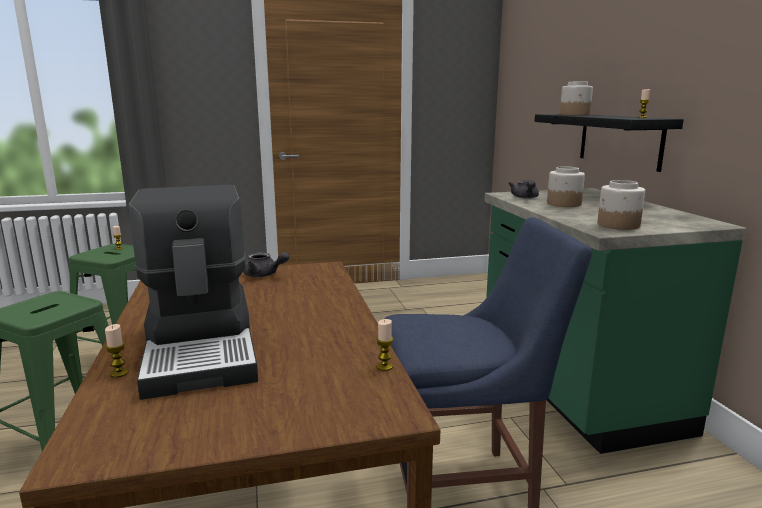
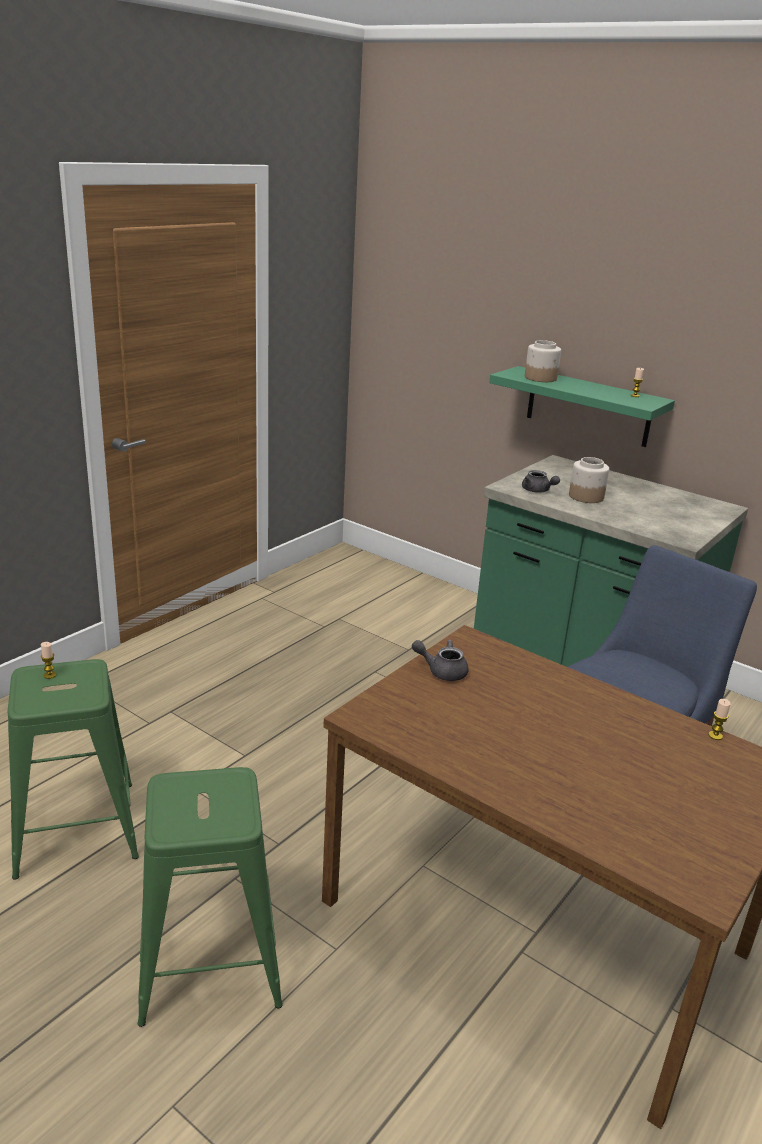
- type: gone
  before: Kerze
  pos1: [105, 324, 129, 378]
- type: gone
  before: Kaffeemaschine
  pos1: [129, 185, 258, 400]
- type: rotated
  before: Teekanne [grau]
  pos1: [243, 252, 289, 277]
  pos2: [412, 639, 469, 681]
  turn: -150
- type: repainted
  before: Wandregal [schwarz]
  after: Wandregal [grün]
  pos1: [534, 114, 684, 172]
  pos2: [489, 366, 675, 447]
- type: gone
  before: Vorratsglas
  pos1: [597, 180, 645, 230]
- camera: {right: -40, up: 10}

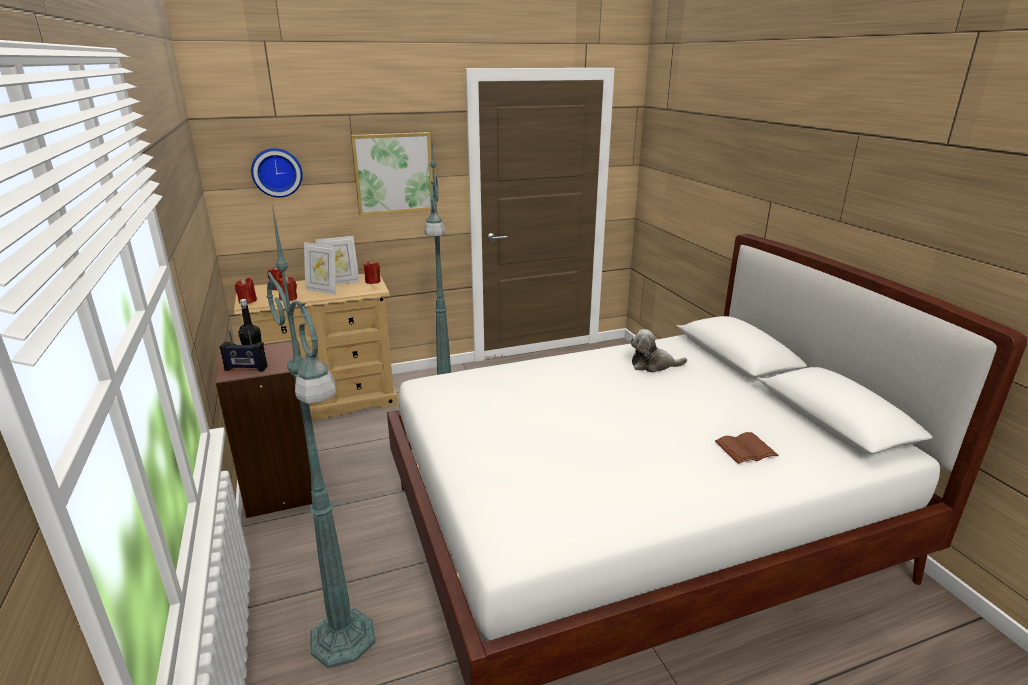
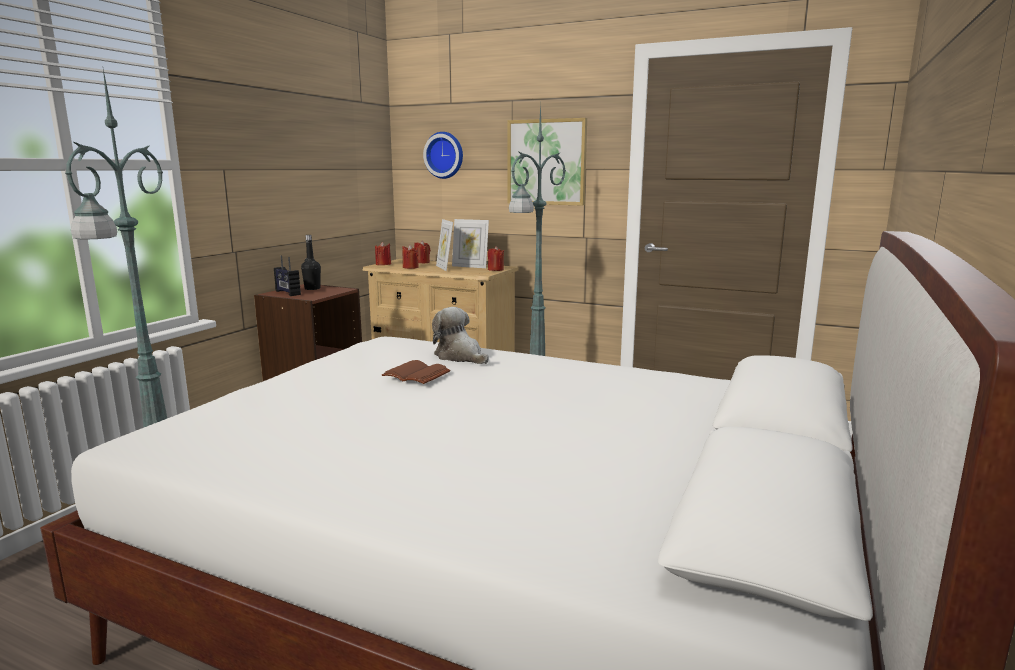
- type: shifted
  before: Plüschtier
  pos1: [630, 329, 687, 373]
  pos2: [432, 307, 489, 364]
- type: shifted
  before: Buch [braun]
  pos1: [715, 432, 779, 464]
  pos2: [382, 360, 451, 384]
- camera: {right: 45, up: -10}

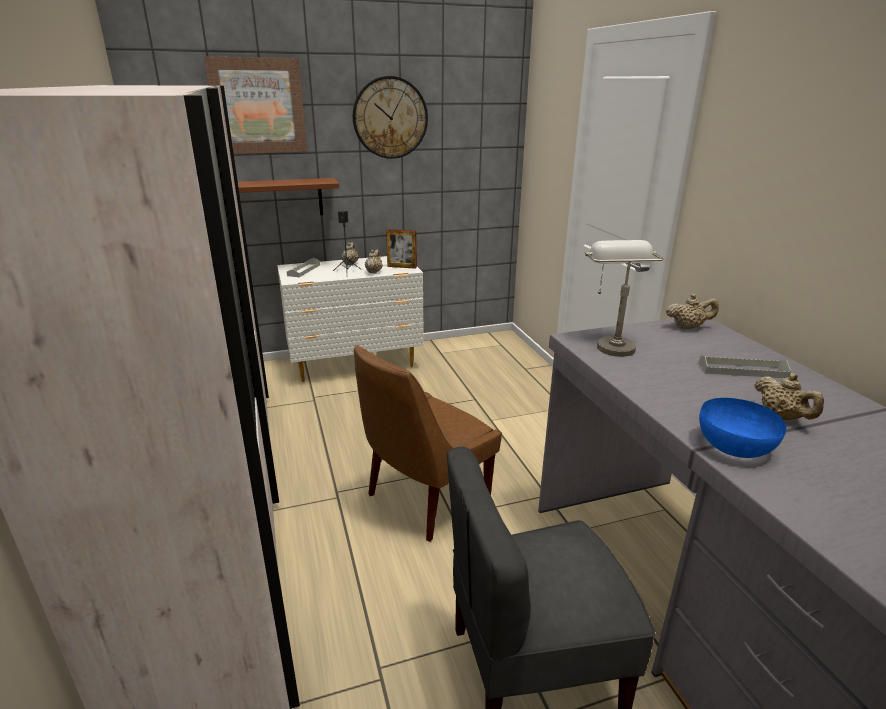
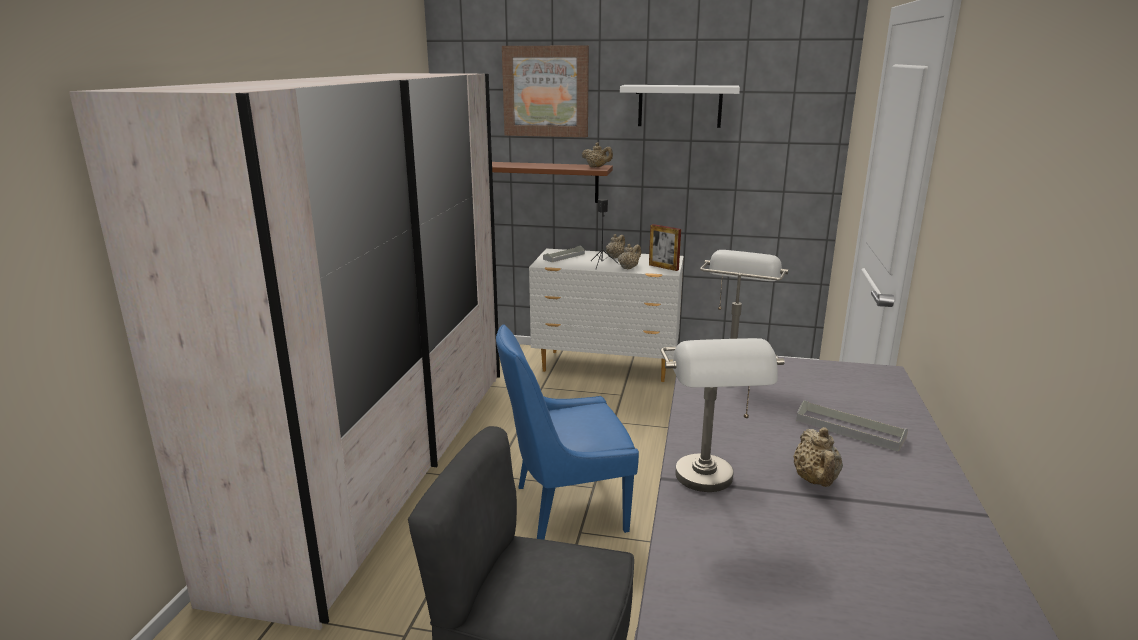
- type: swapped
  before: Wanduhr
  after: Wandregal [weiß]
  pos1: [353, 76, 428, 159]
  pos2: [620, 85, 740, 128]
- type: repainted
  before: Stuhl [braun]
  after: Stuhl [blau]
  pos1: [354, 345, 502, 542]
  pos2: [496, 324, 639, 540]
- type: shifted
  before: Teekanne [beige]
  pos1: [666, 294, 719, 329]
  pos2: [581, 143, 613, 167]
- type: swapped
  before: Schüssel [blau]
  after: Tischlampe [grau]
  pos1: [699, 398, 786, 458]
  pos2: [661, 338, 785, 492]
- camera: {right: 30, up: -5}

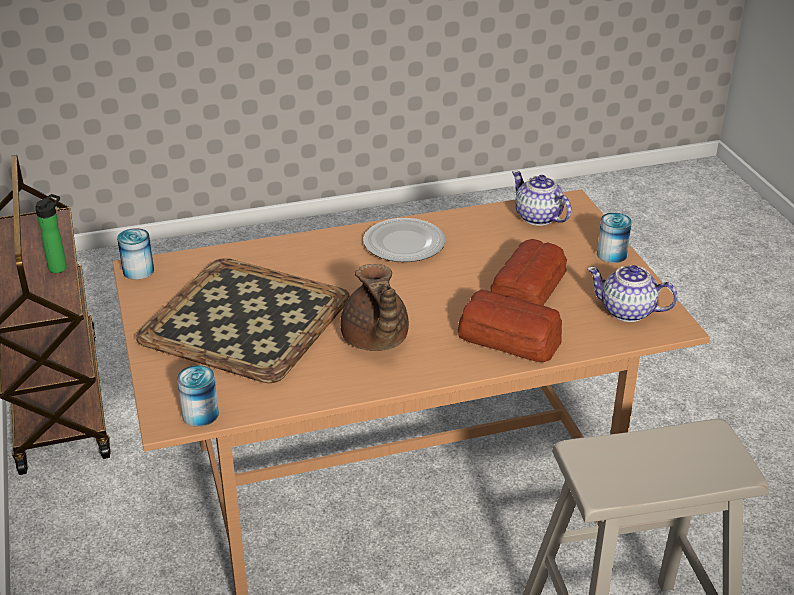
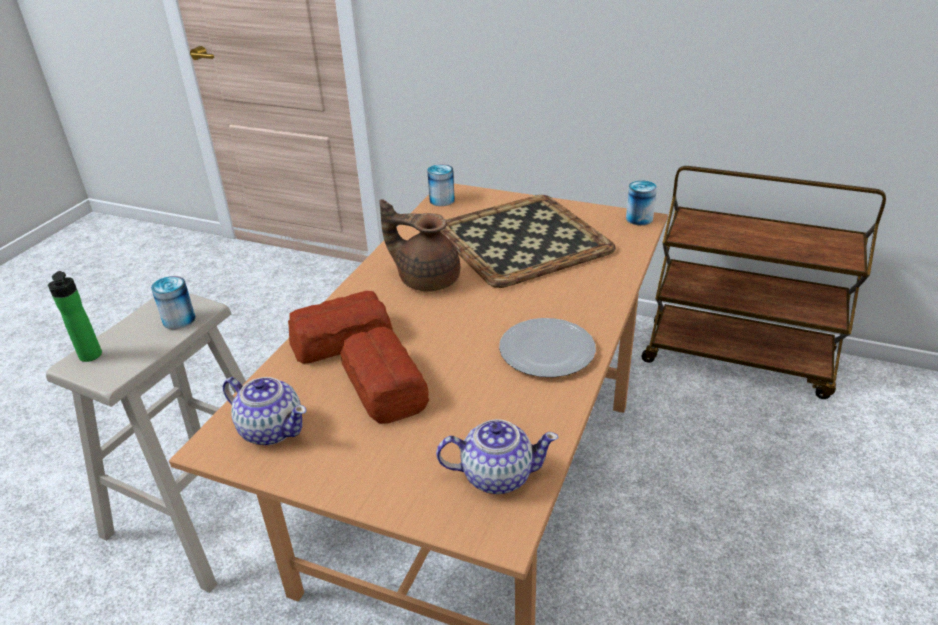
- type: shifted
  before: Flasche
  pos1: [35, 194, 67, 273]
  pos2: [48, 271, 102, 362]
- type: rotated
  before: Teekanne
  pos1: [587, 265, 678, 322]
  pos2: [223, 377, 307, 445]
  turn: 60
- type: shifted
  before: Dose
  pos1: [597, 213, 632, 263]
  pos2: [151, 276, 196, 329]
- camera: {right: 130, up: 0}

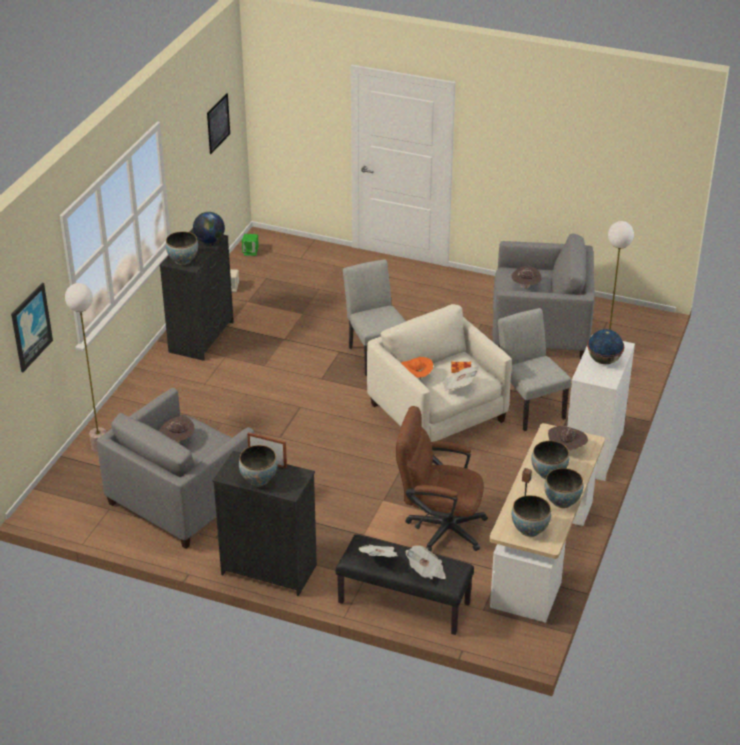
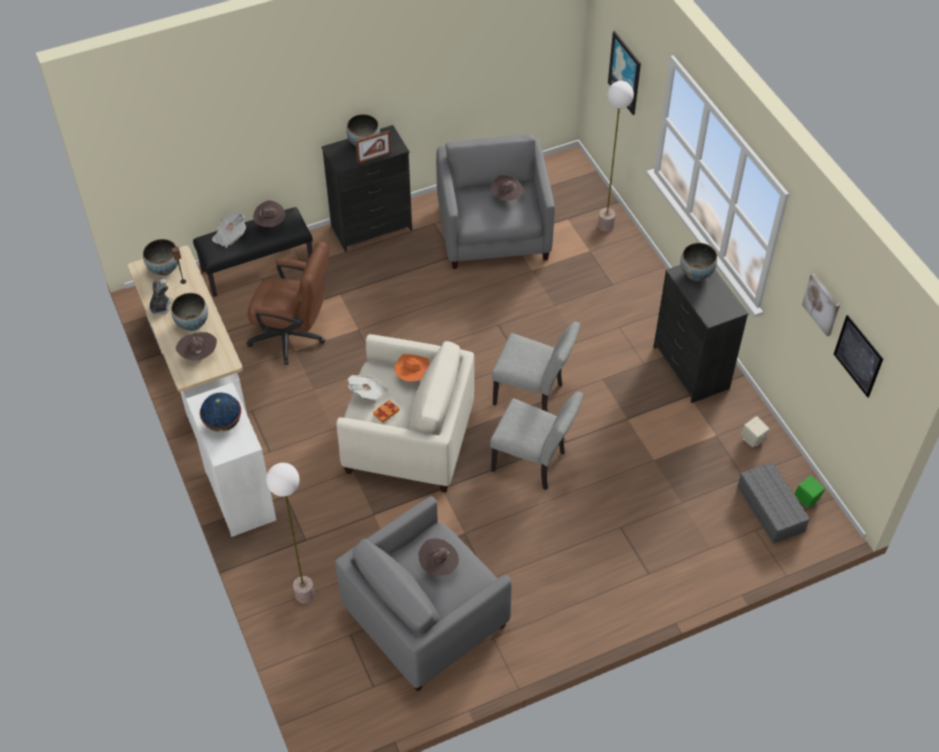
- type: gone
  before: Globus
  pos1: [193, 212, 225, 243]
- type: swapped
  before: Zeitung
  after: Hut [braun]
  pos1: [359, 545, 398, 557]
  pos2: [253, 200, 285, 227]
- type: rotated
  before: Bürostuhl [braun]
  pos1: [396, 406, 488, 552]
  pos2: [246, 241, 329, 365]
  turn: 45
- type: shifted
  before: Stuhl [grau]
  pos1: [498, 308, 571, 431]
  pos2: [492, 321, 580, 412]
- type: swapped
  before: Schüssel
  after: Plüschtier
  pos1: [544, 468, 583, 508]
  pos2: [149, 279, 173, 315]
- type: new
  after: Aufbewahrungsbox [grau]
  pos2: [737, 462, 810, 544]
- type: new
  after: Bild
  pos2: [802, 274, 840, 336]
- camera: {right: 135, up: 15}

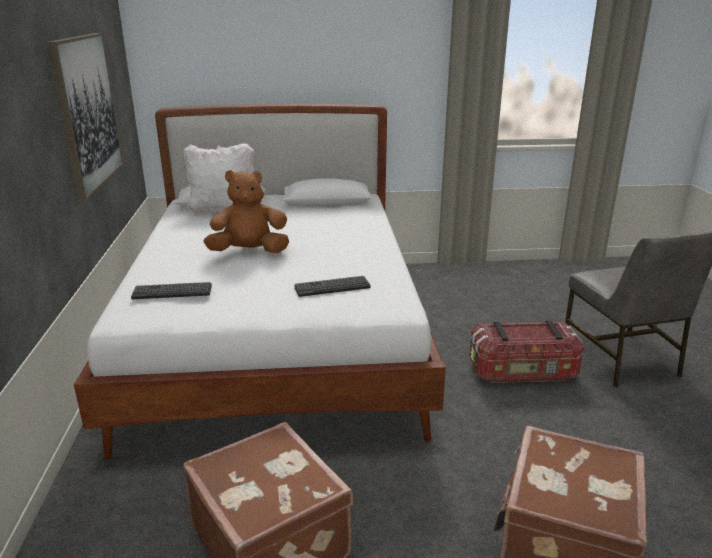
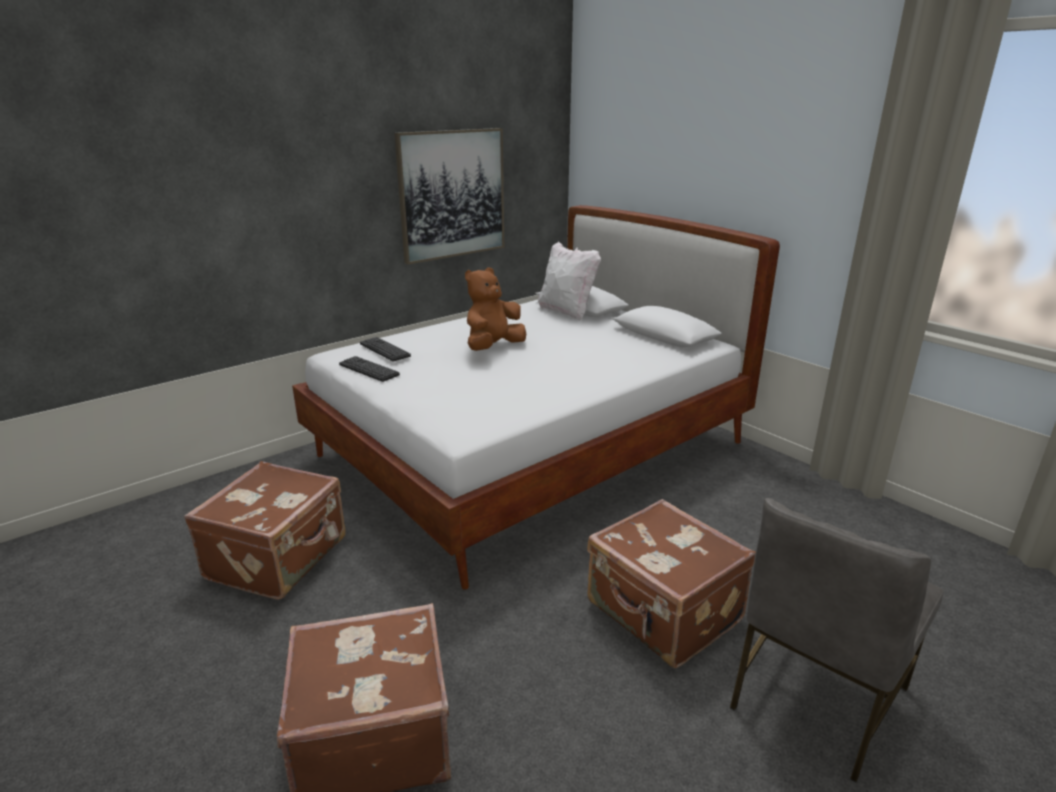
- type: rotated
  before: Plüschtier [braun]
  pos1: [204, 170, 289, 253]
  pos2: [465, 267, 526, 351]
  turn: -90
- type: shifted
  before: Tastatur
  pos1: [294, 276, 371, 297]
  pos2: [339, 356, 400, 382]
- type: swapped
  before: Aufbewahrungsbox
  after: Koffer [braun]
  pos1: [469, 320, 584, 383]
  pos2: [587, 499, 756, 668]
- camera: {right: 55, up: 0}

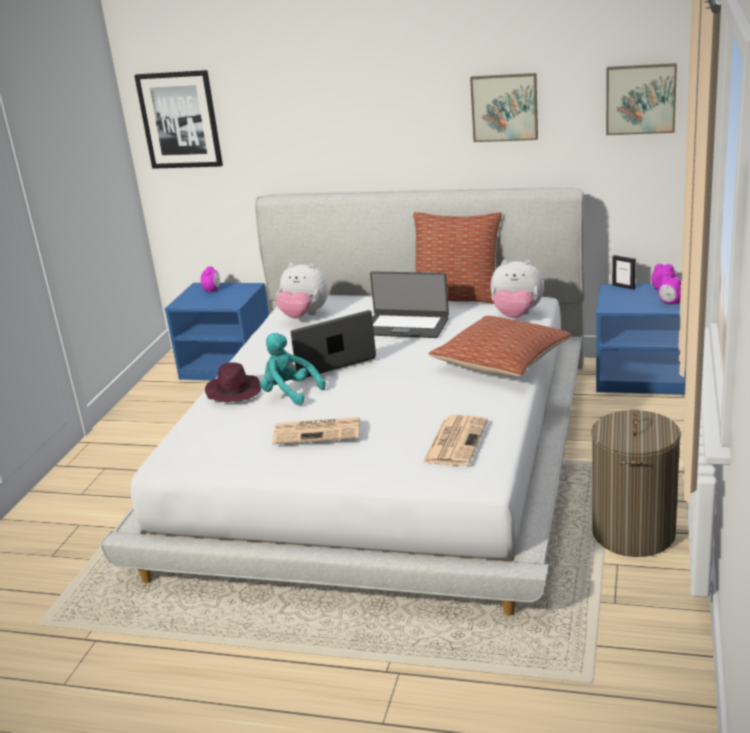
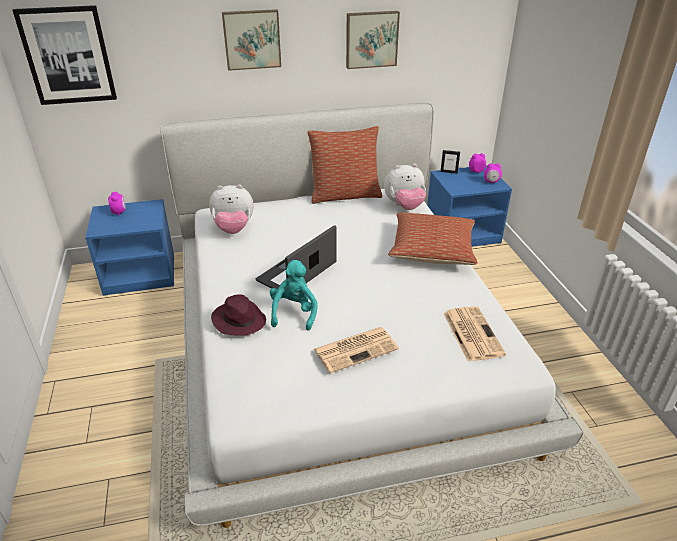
- type: rotated
  before: Plüschtier [türkis]
  pos1: [260, 333, 325, 405]
  pos2: [270, 260, 317, 331]
  turn: 90
- type: gone
  before: Laptop
  pos1: [370, 271, 449, 338]
- type: gone
  before: Wäschekorb
  pos1: [591, 409, 681, 557]
- type: shifted
  before: Bild
  pos1: [606, 63, 677, 135]
  pos2: [222, 9, 281, 71]
- camera: {right: -30, up: 10}

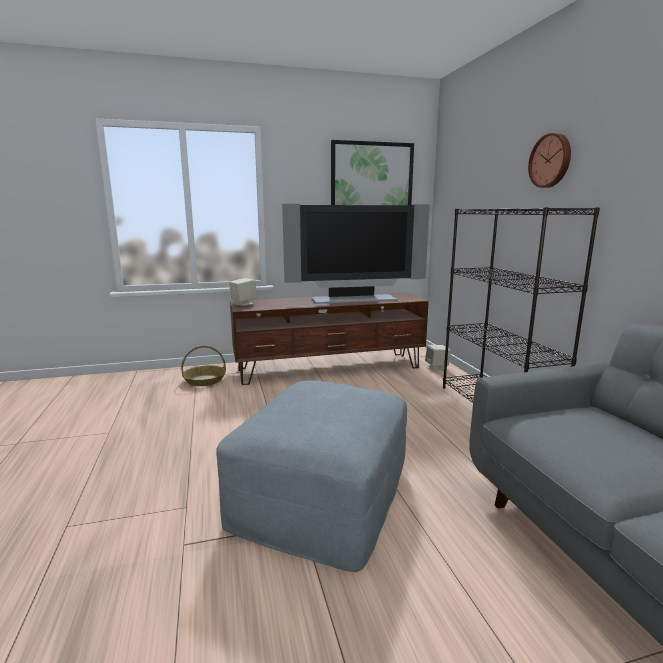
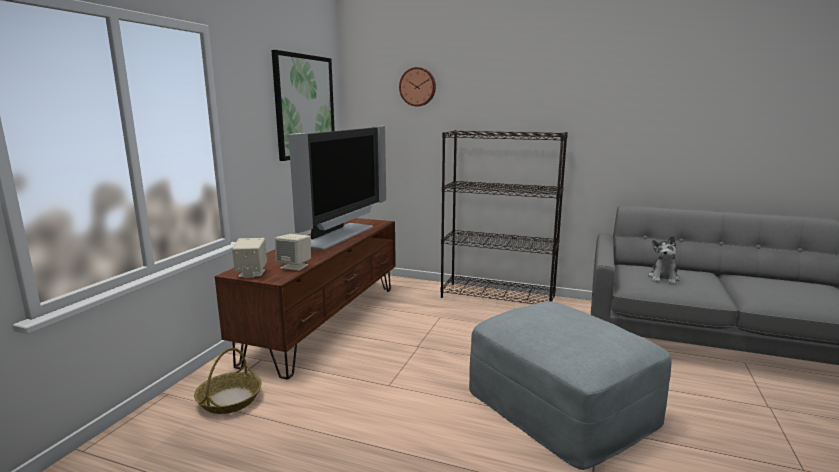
- type: shifted
  before: Lautsprecher [beige]
  pos1: [425, 345, 451, 371]
  pos2: [275, 234, 311, 271]
- type: shifted
  before: Wanduhr
  pos1: [528, 133, 571, 188]
  pos2: [399, 67, 436, 106]
- type: new
  after: Plüschtier
  pos2: [648, 236, 680, 285]
- camera: {right: -55, up: 0}

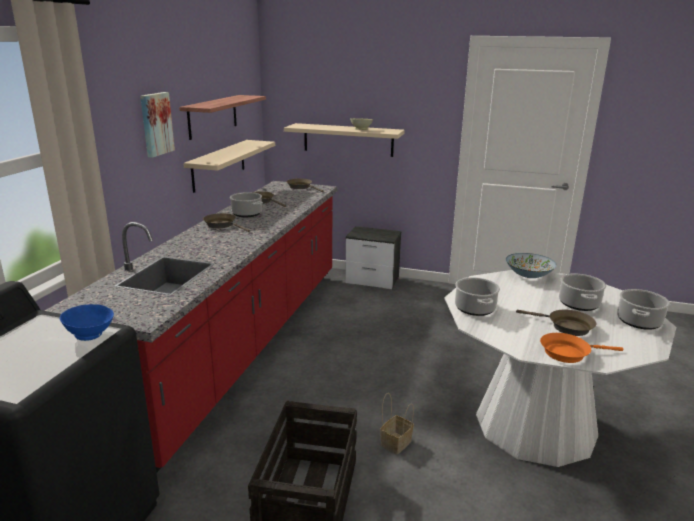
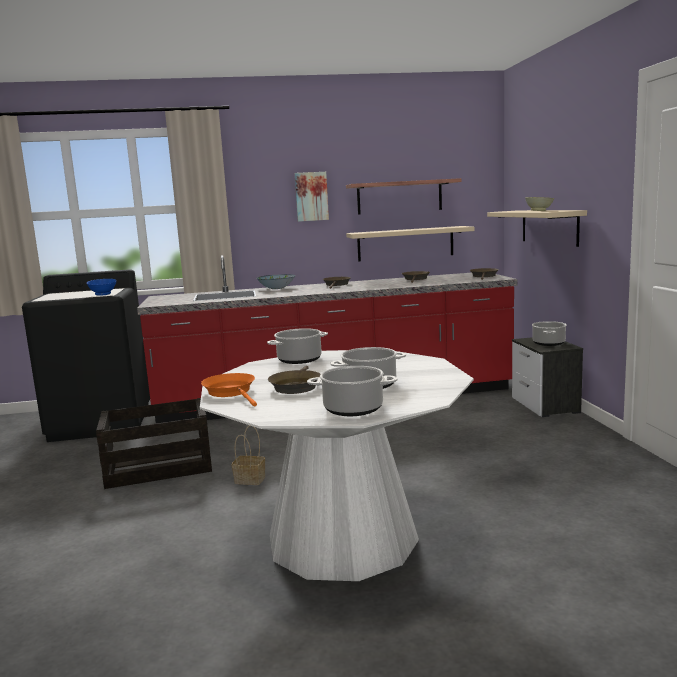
- type: shifted
  before: Kochtopf
  pos1: [230, 192, 263, 217]
  pos2: [532, 321, 567, 346]
- type: shifted
  before: Schüssel
  pos1: [506, 253, 557, 278]
  pos2: [257, 274, 295, 289]
- camera: {right: 65, up: -10}

